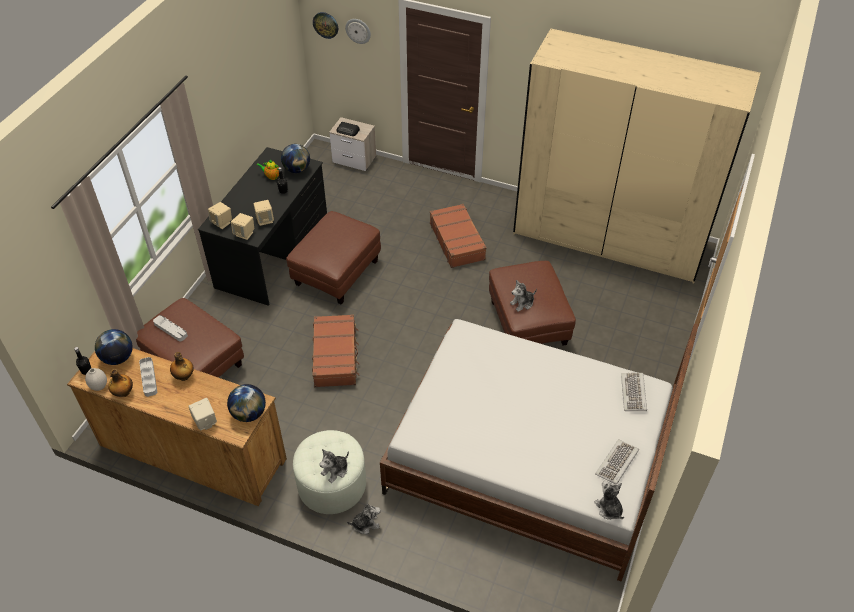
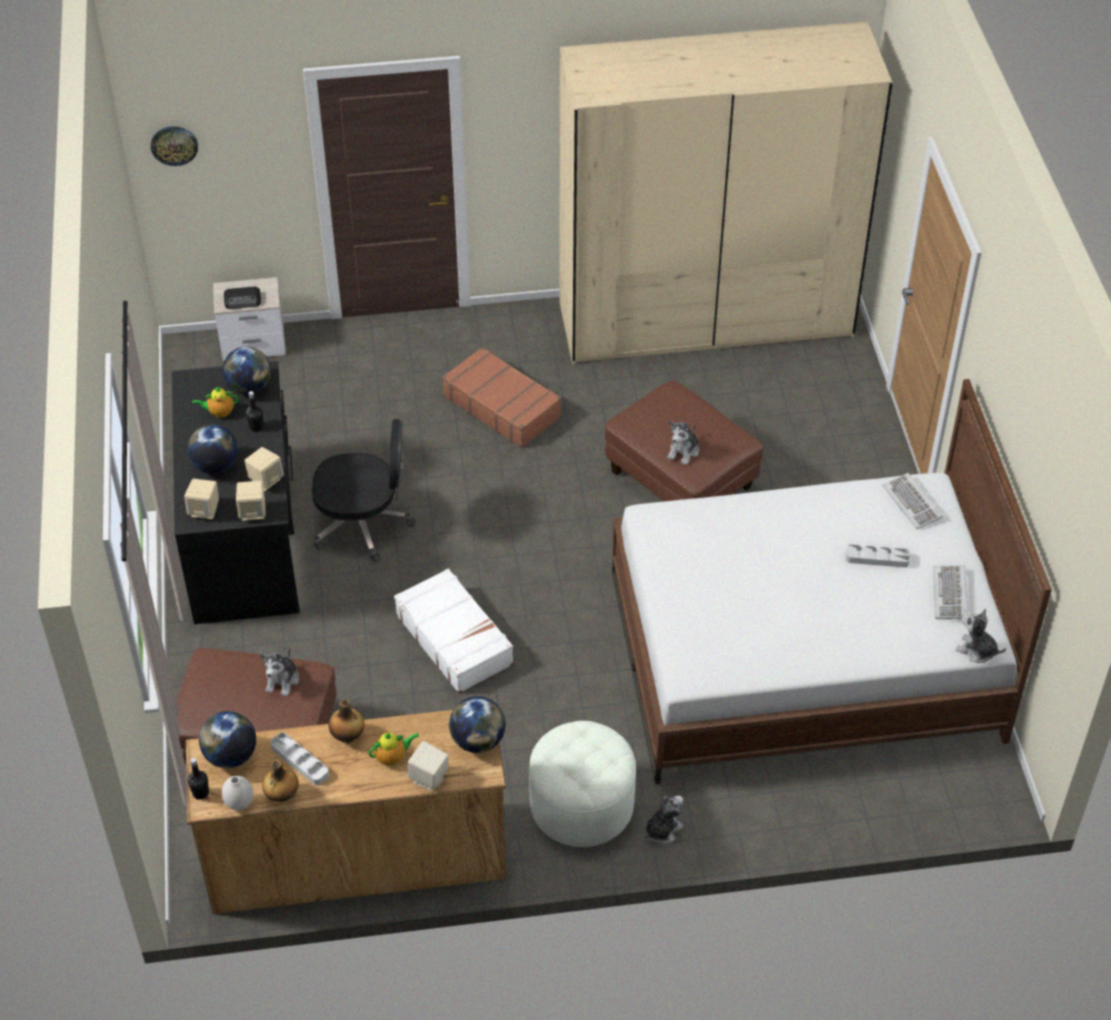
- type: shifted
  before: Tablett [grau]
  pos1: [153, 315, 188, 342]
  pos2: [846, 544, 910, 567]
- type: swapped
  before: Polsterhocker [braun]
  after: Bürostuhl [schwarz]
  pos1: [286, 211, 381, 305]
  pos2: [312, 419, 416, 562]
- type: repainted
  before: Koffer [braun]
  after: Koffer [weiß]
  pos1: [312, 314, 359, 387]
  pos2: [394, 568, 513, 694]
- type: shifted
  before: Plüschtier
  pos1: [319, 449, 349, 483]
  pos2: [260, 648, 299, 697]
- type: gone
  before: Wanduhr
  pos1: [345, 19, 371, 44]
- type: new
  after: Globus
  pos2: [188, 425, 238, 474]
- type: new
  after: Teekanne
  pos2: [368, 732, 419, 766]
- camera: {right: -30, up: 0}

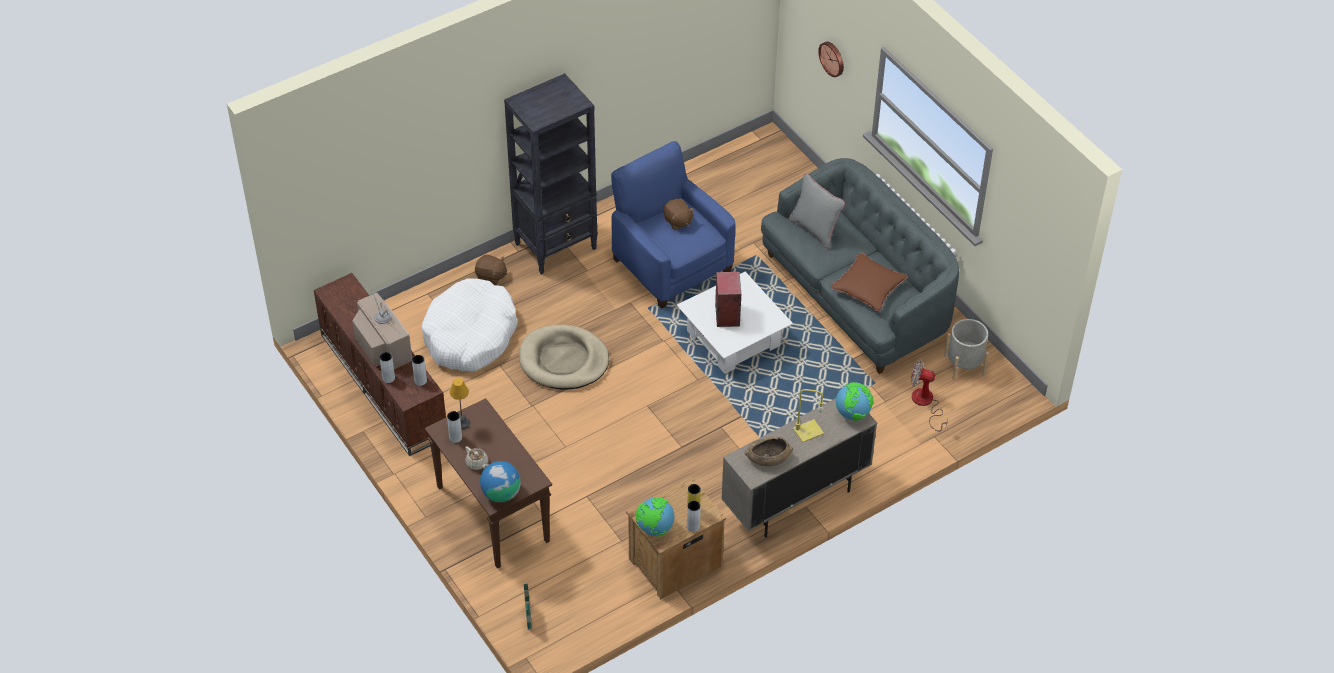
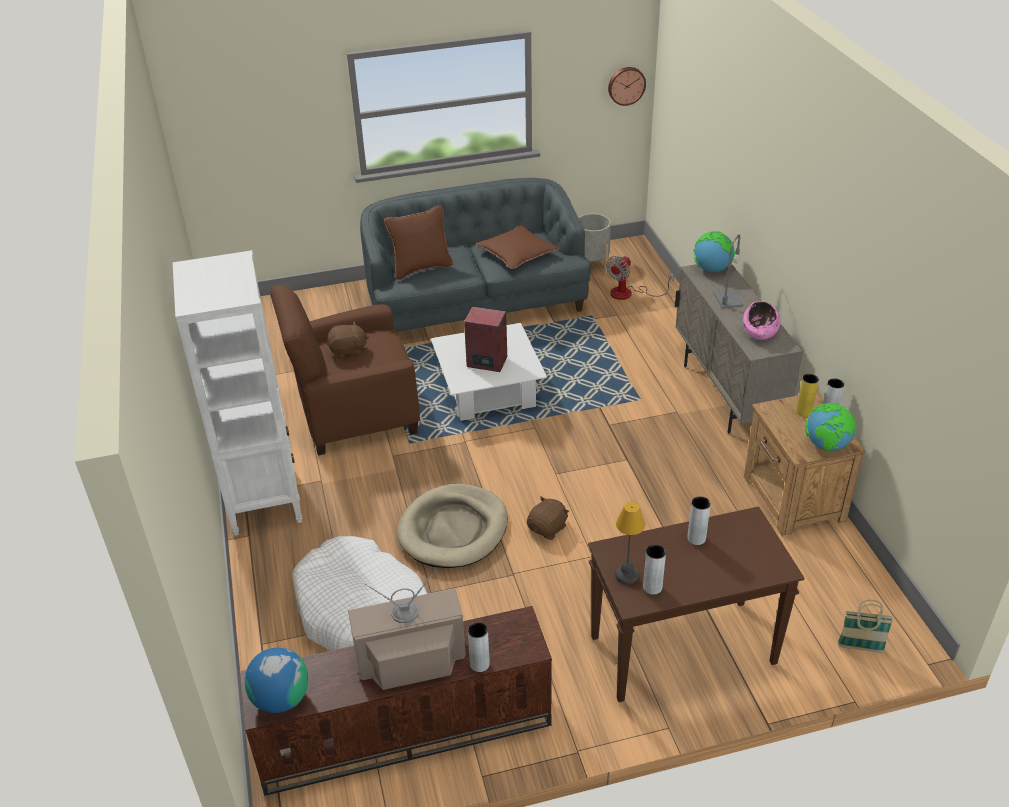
- type: shifted
  before: Vase [grau]
  pos1: [412, 355, 427, 386]
  pos2: [687, 496, 711, 545]
- type: gone
  before: Teekanne [beige]
  pos1: [465, 446, 489, 470]
- type: shifted
  before: Plüschtier [braun]
  pos1: [475, 254, 508, 285]
  pos2: [527, 496, 569, 540]
- type: shifted
  before: Globus
  pos1: [480, 461, 521, 502]
  pos2: [245, 648, 308, 713]
- type: repainted
  before: Bücherregal [schwarz]
  after: Bücherregal [weiß]
  pos1: [504, 73, 598, 275]
  pos2: [173, 250, 302, 536]
- type: repainted
  before: Sessel [blau]
  after: Sessel [braun]
  pos1: [611, 141, 735, 309]
  pos2: [270, 285, 420, 456]
- type: repainted
  before: Schüssel [braun]
  after: Schüssel [rosa]
  pos1: [745, 437, 793, 467]
  pos2: [743, 301, 780, 340]
- type: repainted
  before: Kissen [grau]
  after: Kissen [braun]
  pos1: [789, 173, 845, 249]
  pos2: [384, 206, 453, 280]
- type: repainted
  before: Tischlampe [gelb]
  after: Tischlampe [grau]
  pos1: [793, 389, 824, 442]
  pos2: [714, 234, 744, 308]
- type: shifted
  before: Wanduhr
  pos1: [818, 42, 844, 77]
  pos2: [608, 67, 646, 106]
- camera: {right: -70, up: -10}

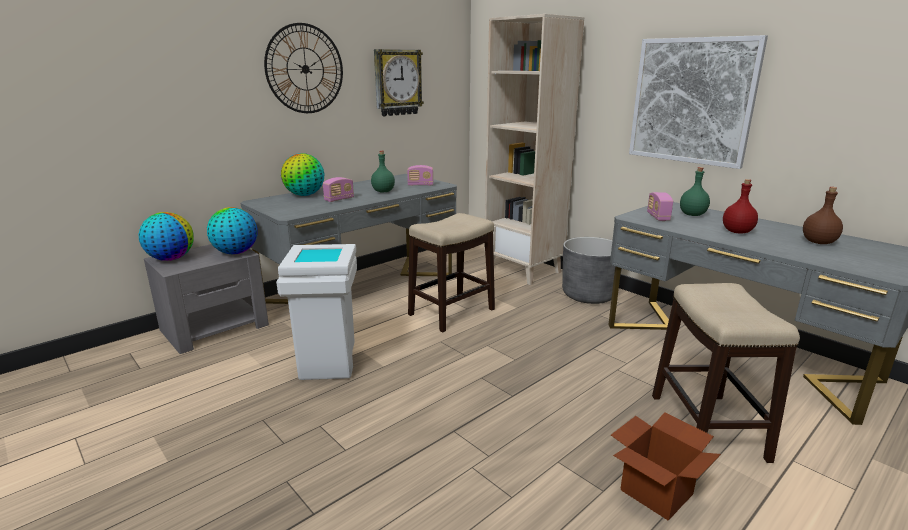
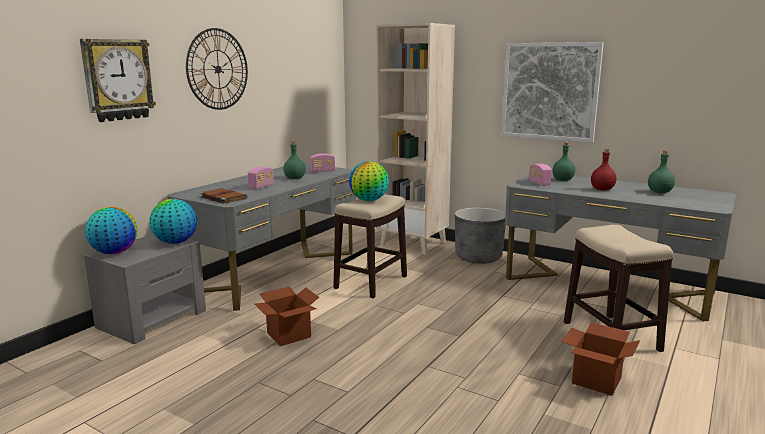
- type: swapped
  before: Mülleimer [weiß]
  after: Karton
  pos1: [276, 244, 357, 380]
  pos2: [254, 286, 319, 346]
- type: shifted
  before: Globus
  pos1: [281, 153, 324, 196]
  pos2: [349, 161, 389, 201]
- type: shifted
  before: Wanduhr
  pos1: [374, 49, 424, 116]
  pos2: [80, 39, 156, 122]
- type: repainted
  before: Flasche [braun]
  after: Flasche [grün]
  pos1: [803, 187, 843, 244]
  pos2: [648, 151, 675, 193]
- type: new
  after: Buch [braun]
  pos2: [200, 188, 248, 204]
- camera: {right: -15, up: -5}

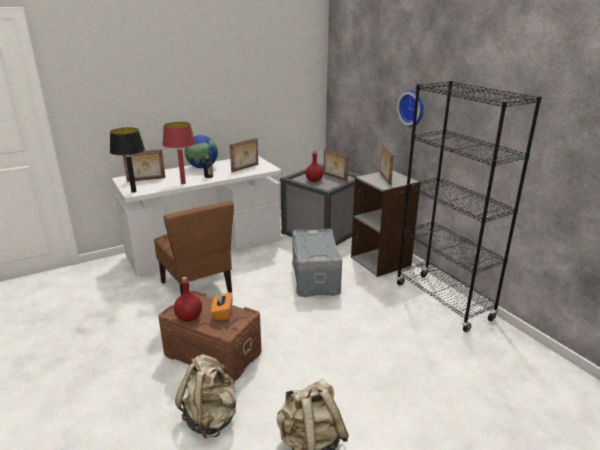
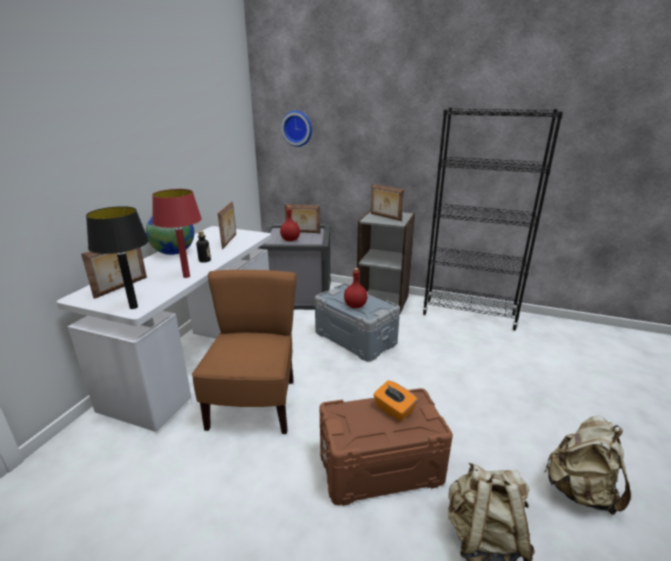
- type: rotated
  before: Stuhl [braun]
  pos1: [154, 201, 234, 295]
  pos2: [192, 270, 297, 434]
  turn: -105
- type: shifted
  before: Flasche [rot]
  pos1: [174, 277, 202, 322]
  pos2: [344, 268, 367, 308]
- type: shifted
  before: Wanduhr
  pos1: [397, 90, 424, 127]
  pos2: [281, 111, 312, 147]
- camera: {right: -40, up: 0}

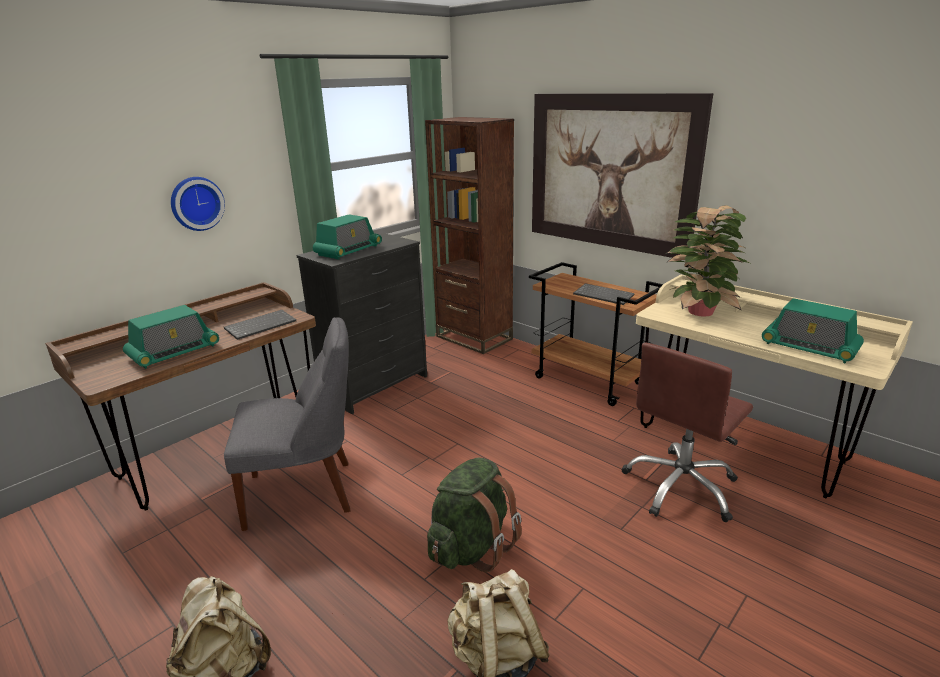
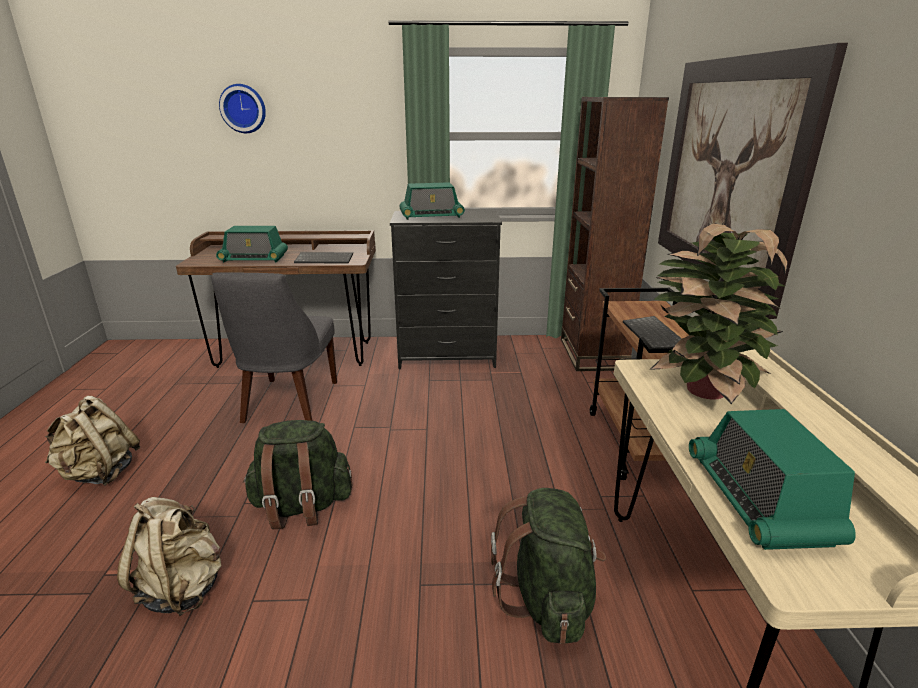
- type: shifted
  before: Wanduhr
  pos1: [171, 177, 225, 231]
  pos2: [219, 84, 266, 133]
- type: rotated
  before: Stuhl [grau]
  pos1: [224, 317, 350, 531]
  pos2: [211, 272, 337, 423]
  turn: 60
- type: swapped
  before: Bürostuhl [braun]
  after: Rucksack [grün]
  pos1: [622, 342, 753, 522]
  pos2: [491, 488, 606, 644]
- camera: {right: 45, up: 0}

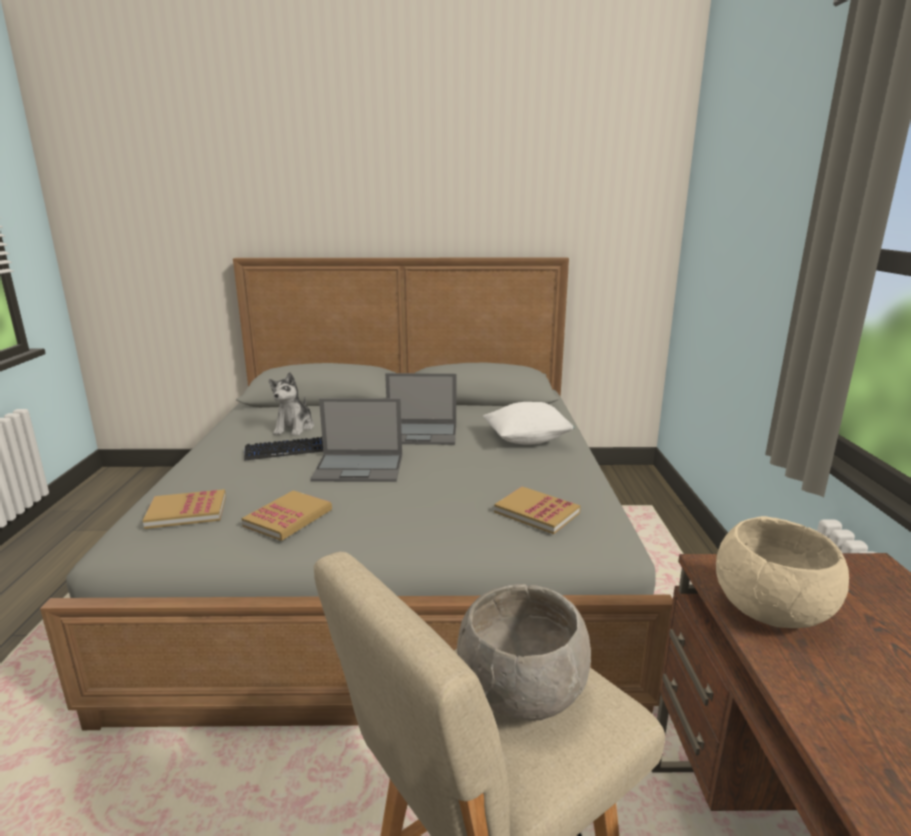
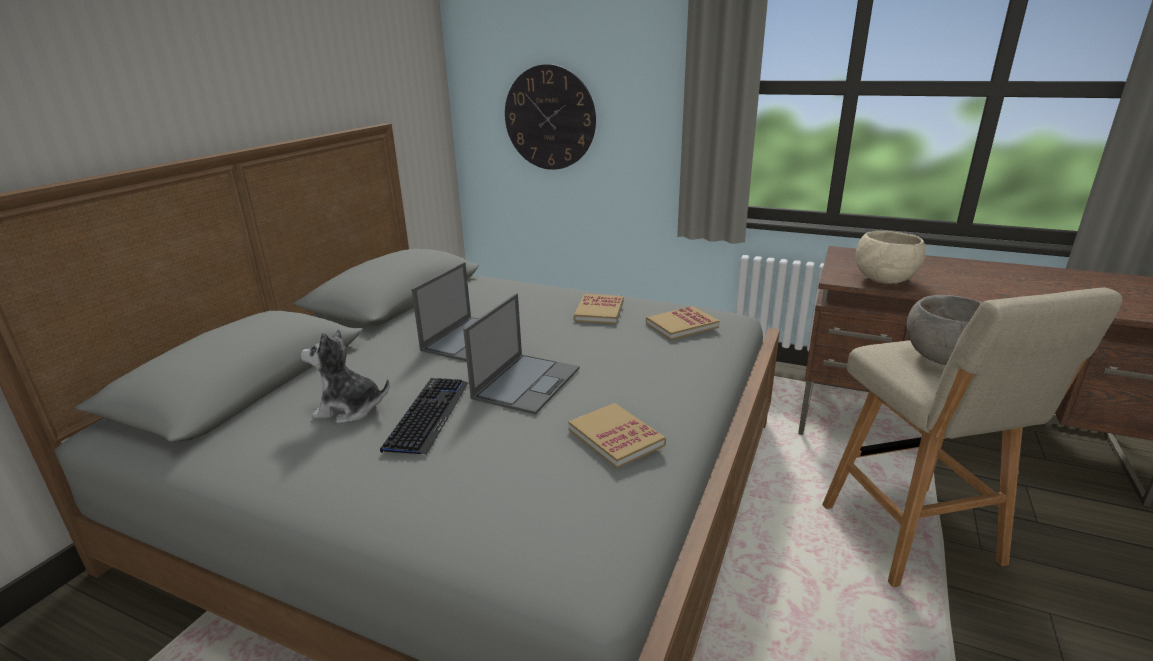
- type: shifted
  before: Buch
  pos1: [143, 489, 226, 529]
  pos2: [573, 294, 623, 324]
- type: rotated
  before: Plüschtier
  pos1: [269, 372, 314, 436]
  pos2: [301, 329, 390, 424]
  turn: 150
- type: gone
  before: Kissen [weiß]
  pos1: [483, 402, 575, 445]
- type: new
  after: Wanduhr
  pos2: [505, 64, 596, 170]
- camera: {right: -65, up: 5}

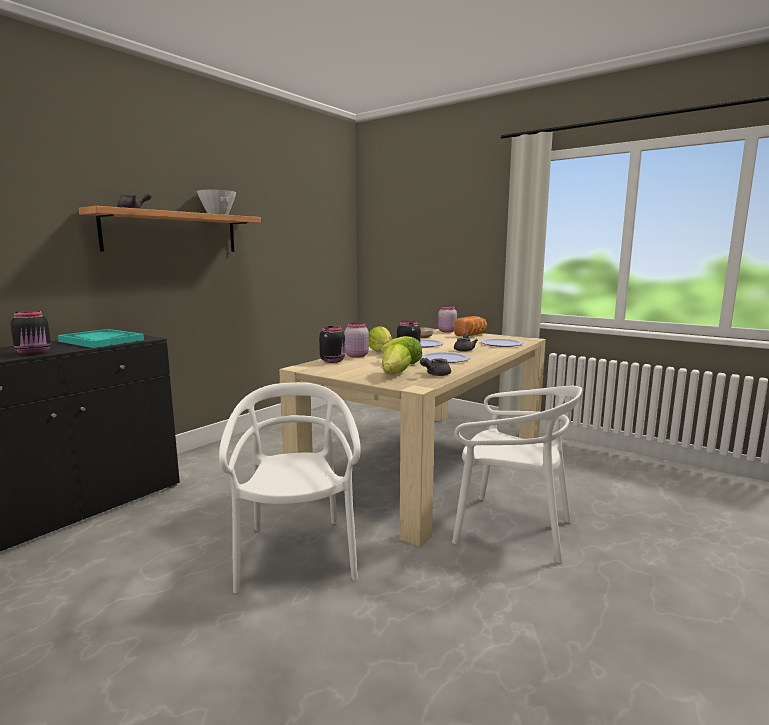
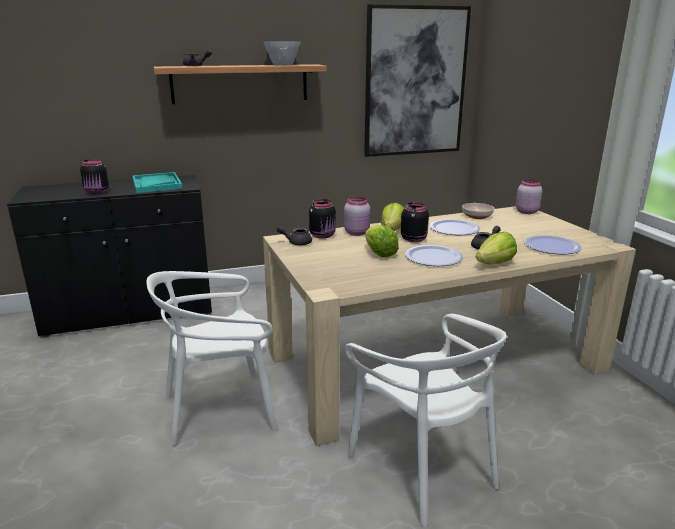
- type: rotated
  before: Stuhl [weiß]
  pos1: [219, 382, 360, 593]
  pos2: [147, 271, 277, 445]
  turn: -135
- type: shifted
  before: Salatkopf
  pos1: [382, 343, 411, 375]
  pos2: [476, 232, 517, 265]
- type: shifted
  before: Teekanne [grau]
  pos1: [420, 358, 451, 376]
  pos2: [276, 225, 312, 246]
- type: gone
  before: Brot
  pos1: [454, 316, 487, 336]
- type: new
  after: Bild
  pos2: [364, 4, 471, 157]
- camera: {right: 35, up: 10}

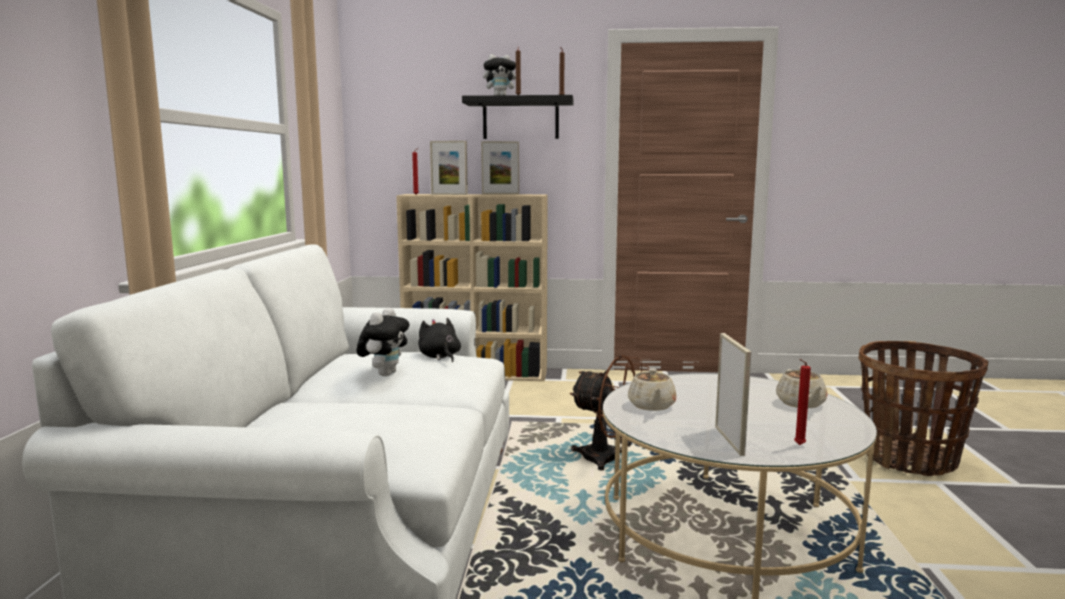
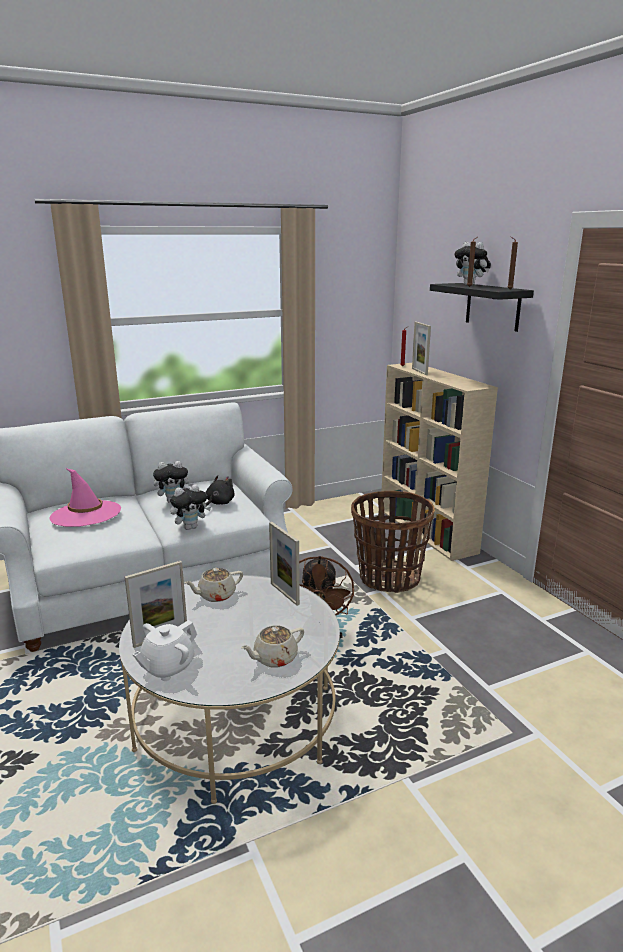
- type: shifted
  before: Bilderrahmen
  pos1: [481, 141, 519, 194]
  pos2: [269, 522, 300, 606]
- type: swapped
  before: Kerze [rot]
  after: Teekanne [weiß]
  pos1: [794, 359, 811, 445]
  pos2: [132, 620, 197, 681]
- type: shifted
  before: Korb
  pos1: [858, 341, 989, 476]
  pos2: [351, 491, 435, 593]
- type: new
  after: Hut [rosa]
  pos2: [49, 468, 121, 527]
- type: new
  after: Plüschtier
  pos2: [170, 484, 211, 530]
- camera: {right: 60, up: 10}

